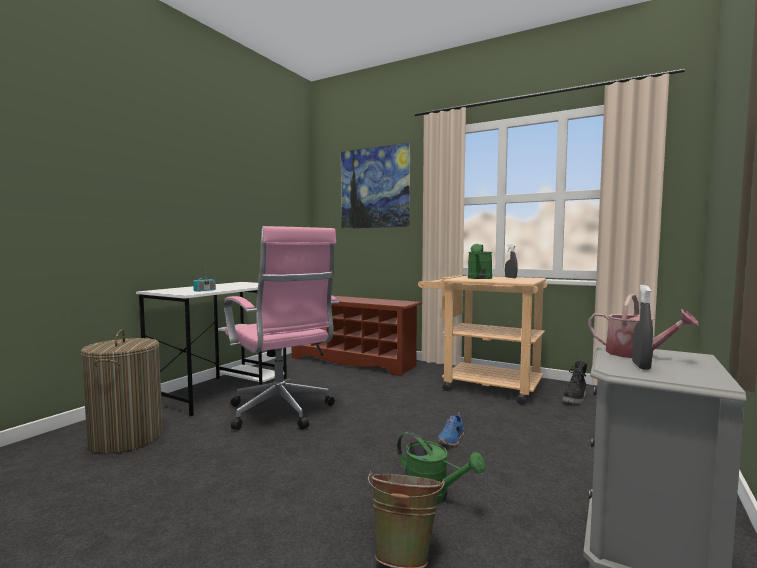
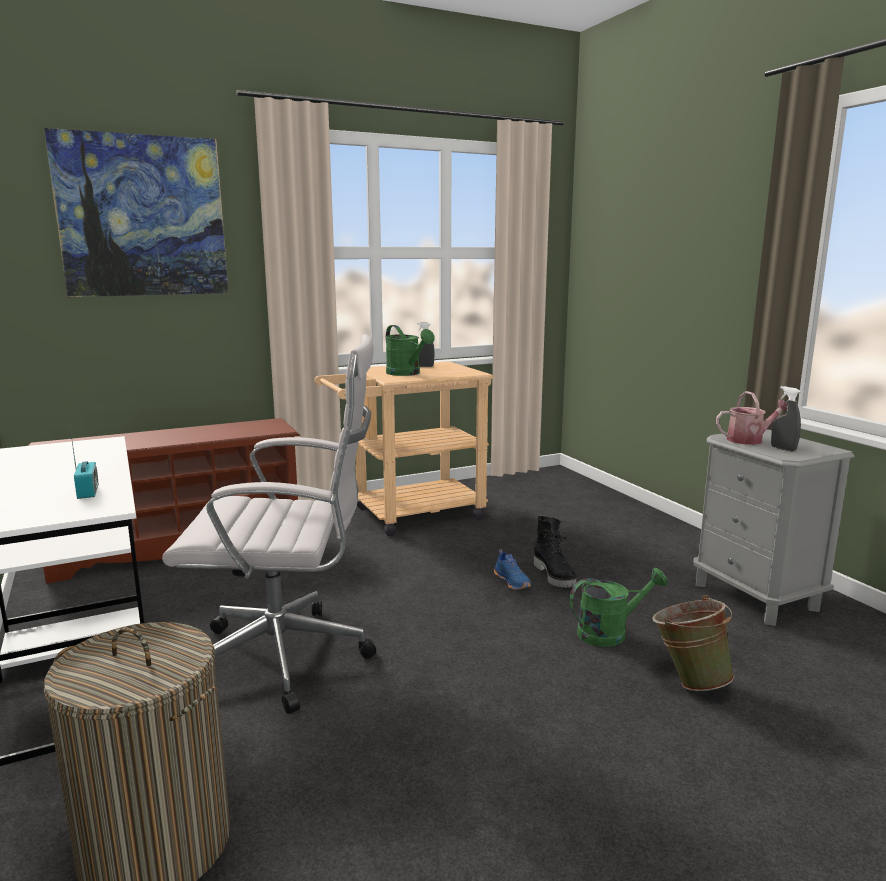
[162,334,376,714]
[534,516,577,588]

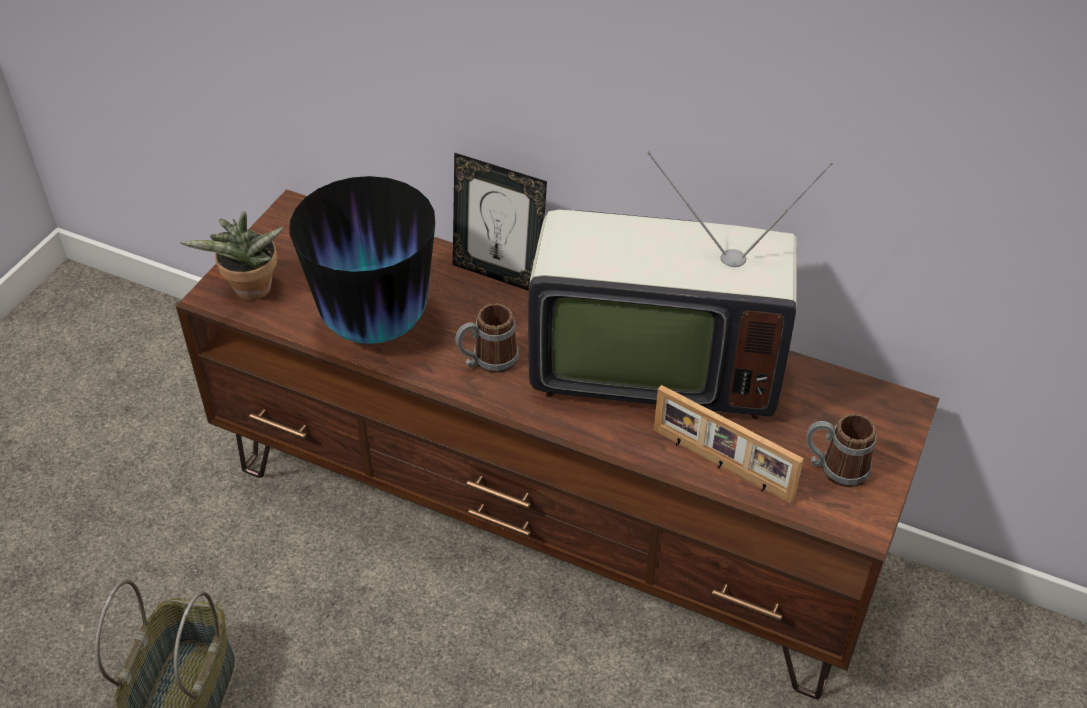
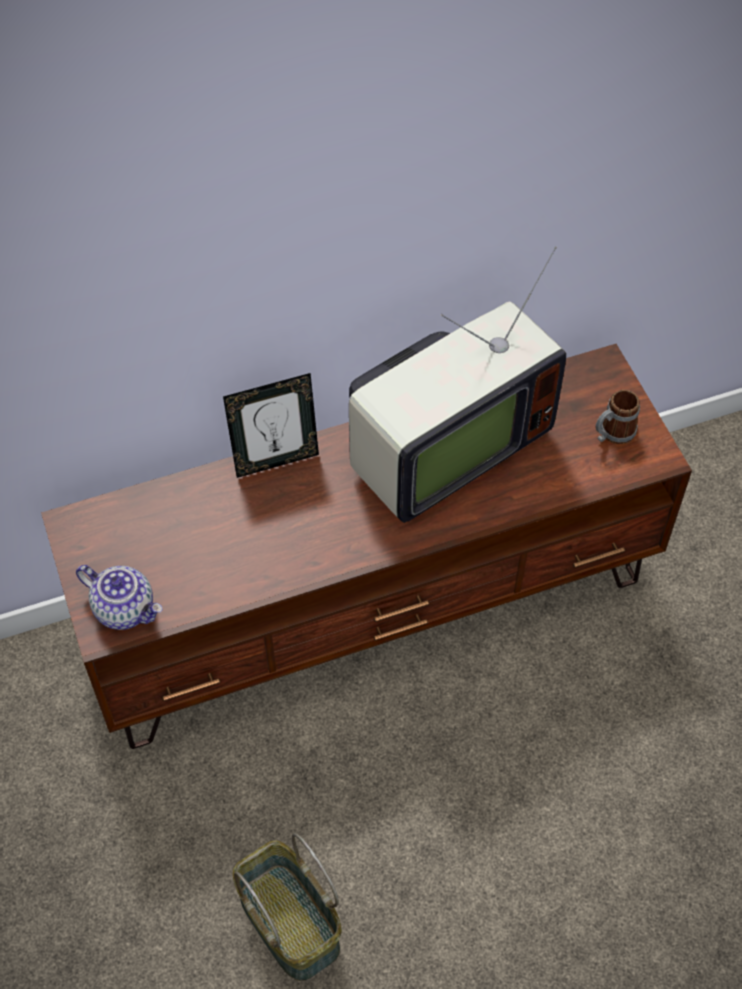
[76,565,163,630]
[289,176,435,344] (first image)
[455,304,519,373] (first image)
[654,385,804,504] (first image)

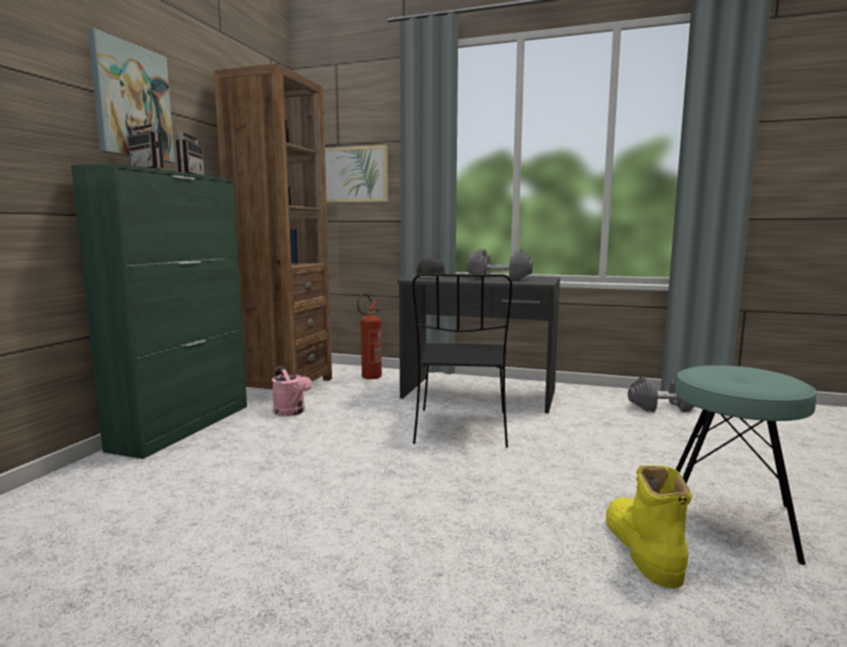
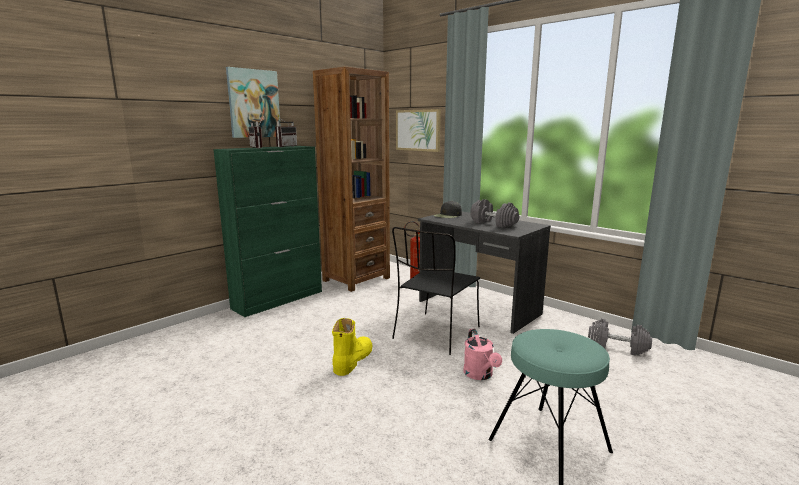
[463,329,502,380]
[332,318,373,376]

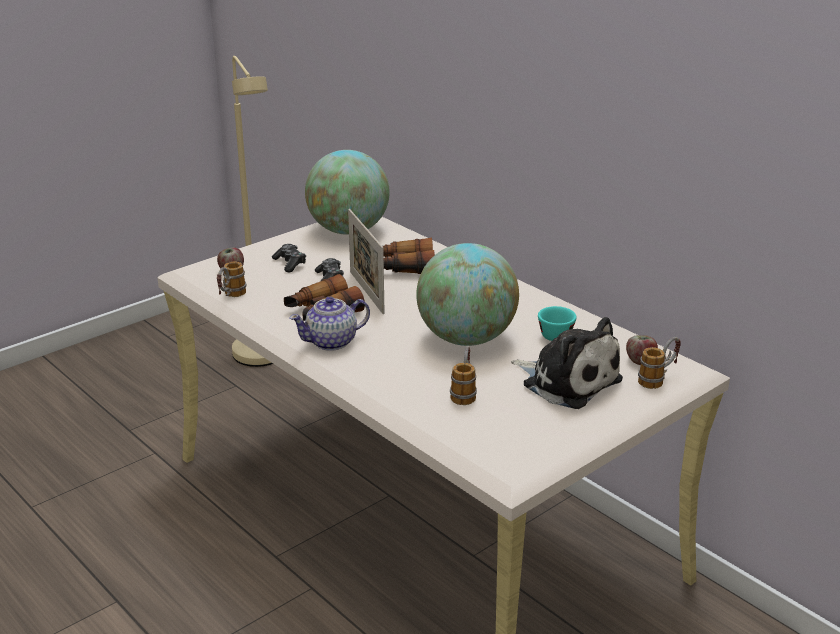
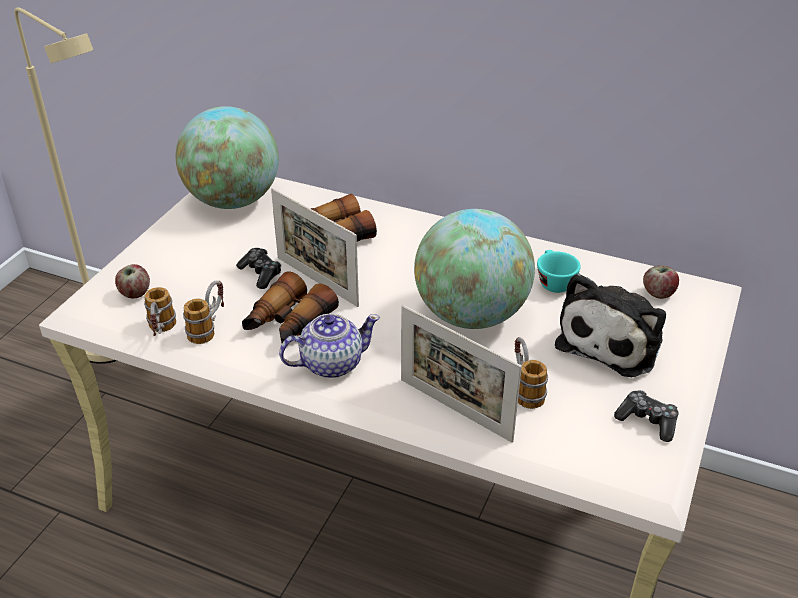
[614,390,679,442]
[279,313,380,378]
[555,273,666,377]
[183,281,224,344]
[401,305,522,443]

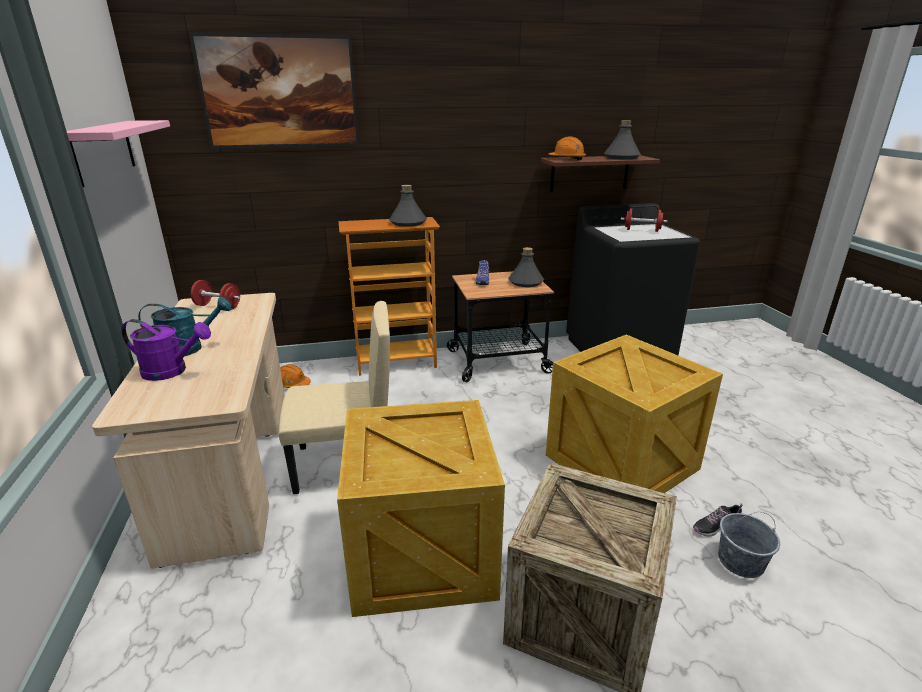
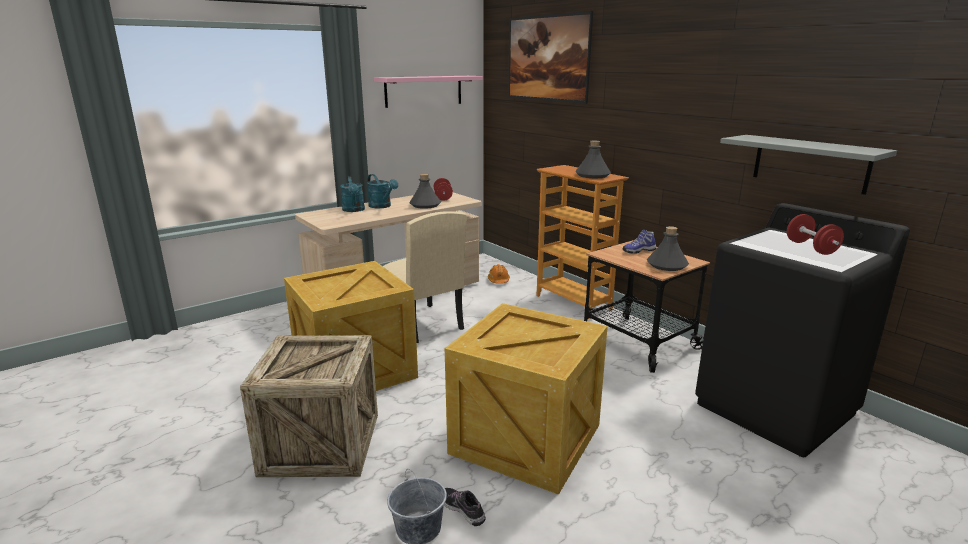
[340,176,365,212]
[720,135,897,195]
[548,136,586,160] (first image)
[409,174,441,209]

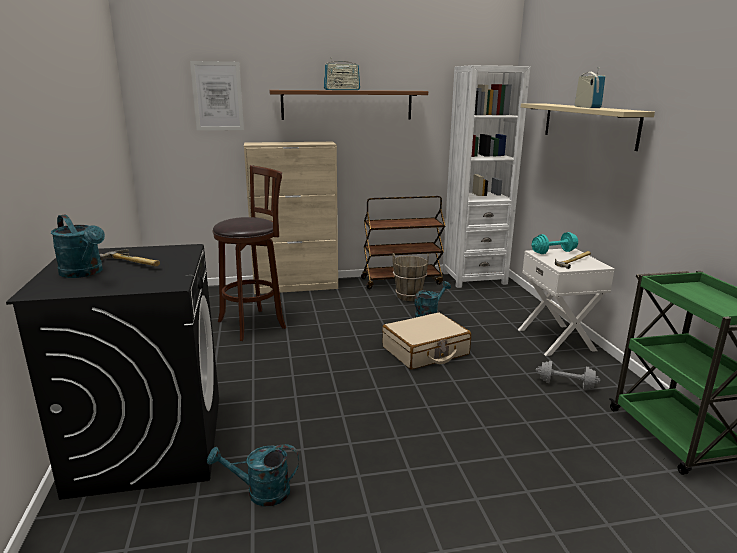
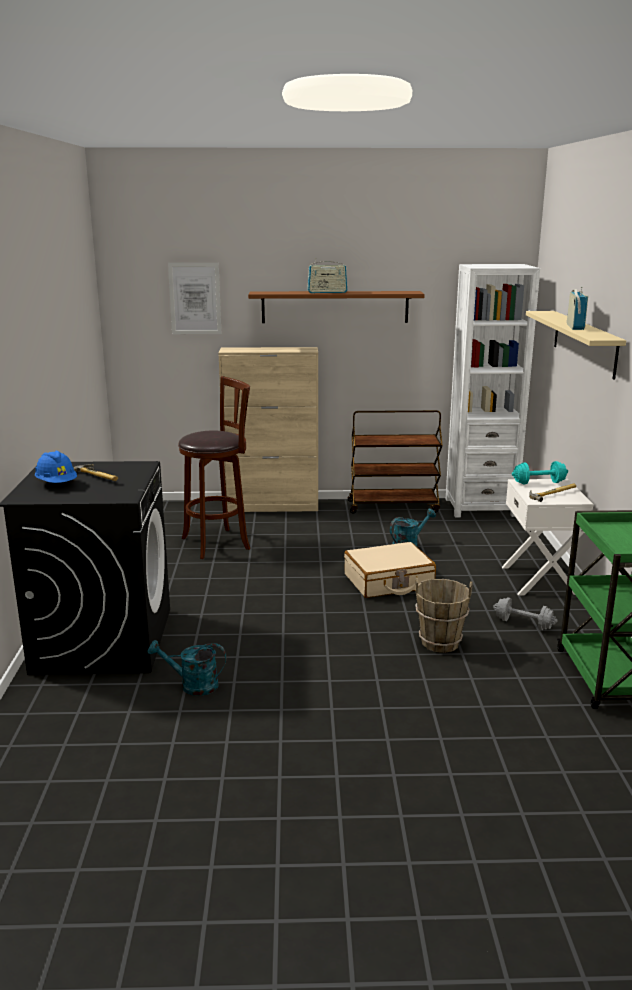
[35,451,77,483]
[415,577,473,653]

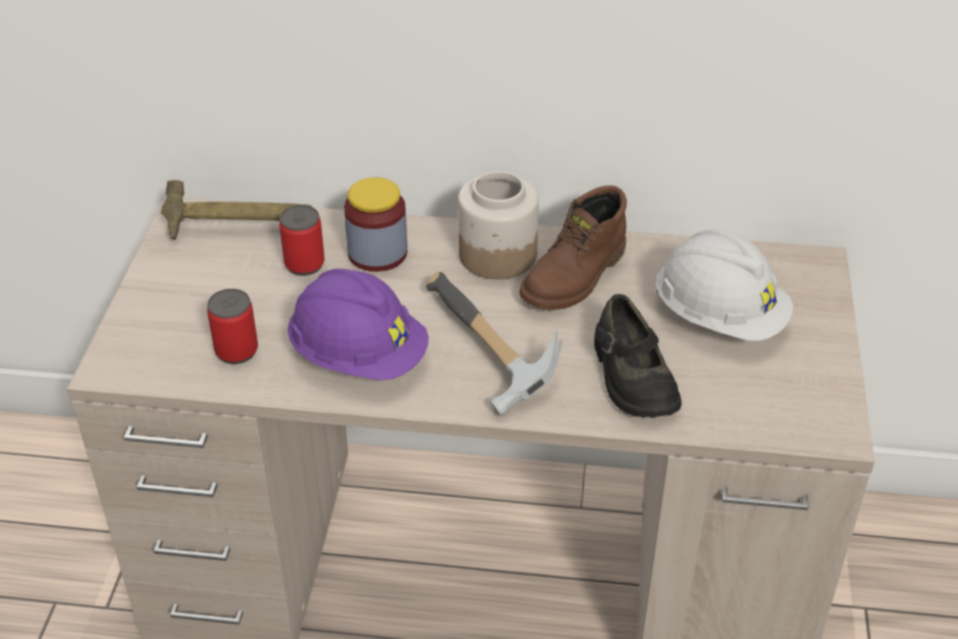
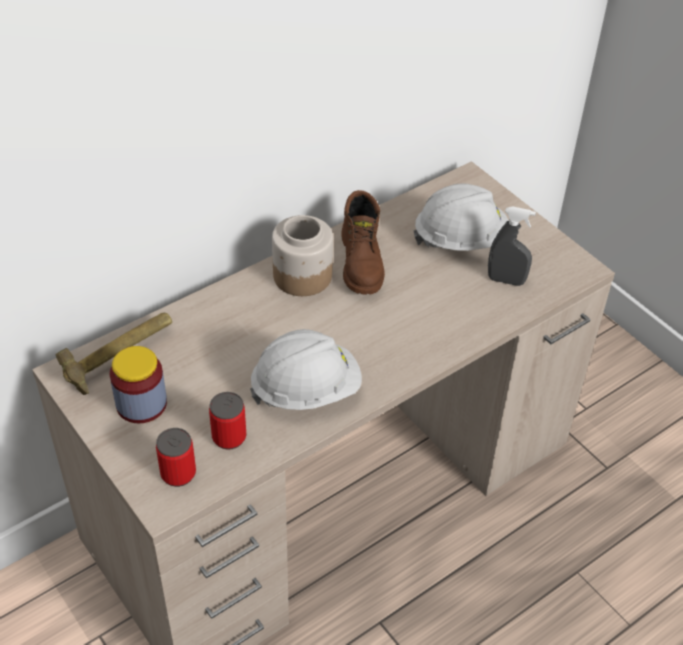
[156,428,196,487]
[250,329,362,410]
[110,346,167,424]
[426,272,562,416] (first image)
[594,294,682,418] (first image)
[488,206,536,286]

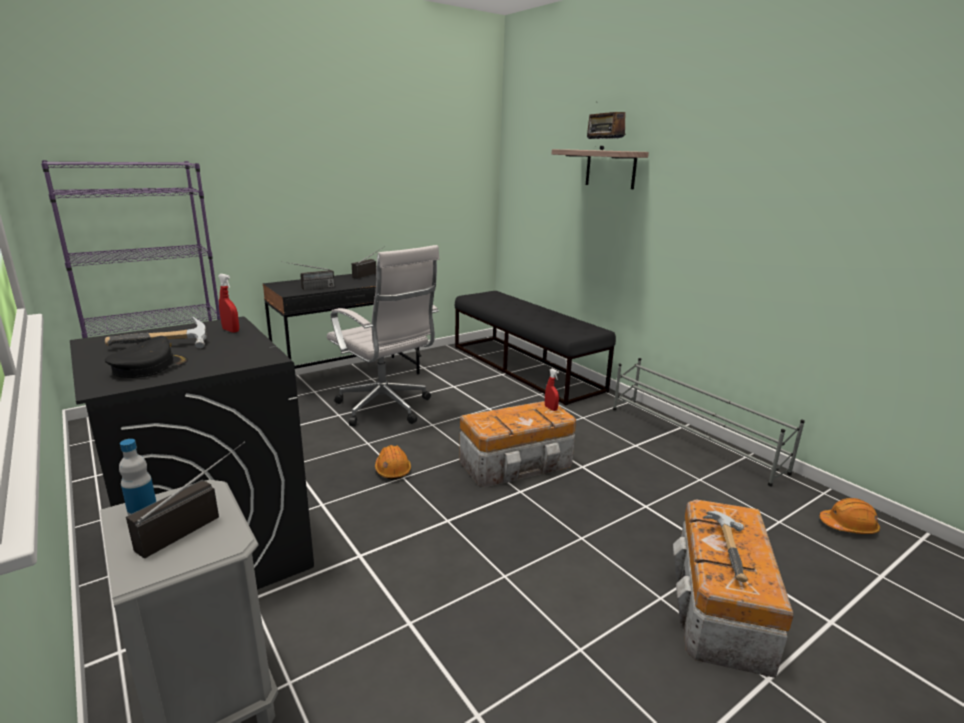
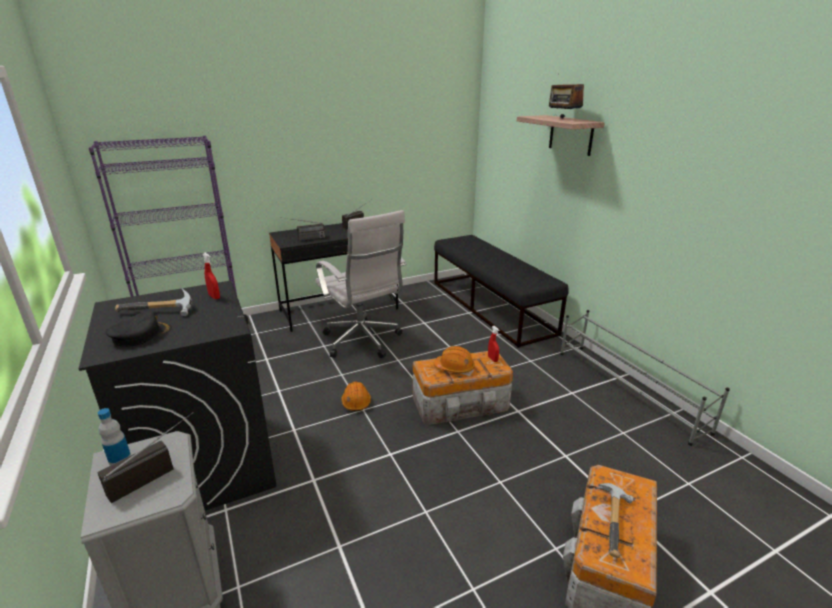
[434,346,475,373]

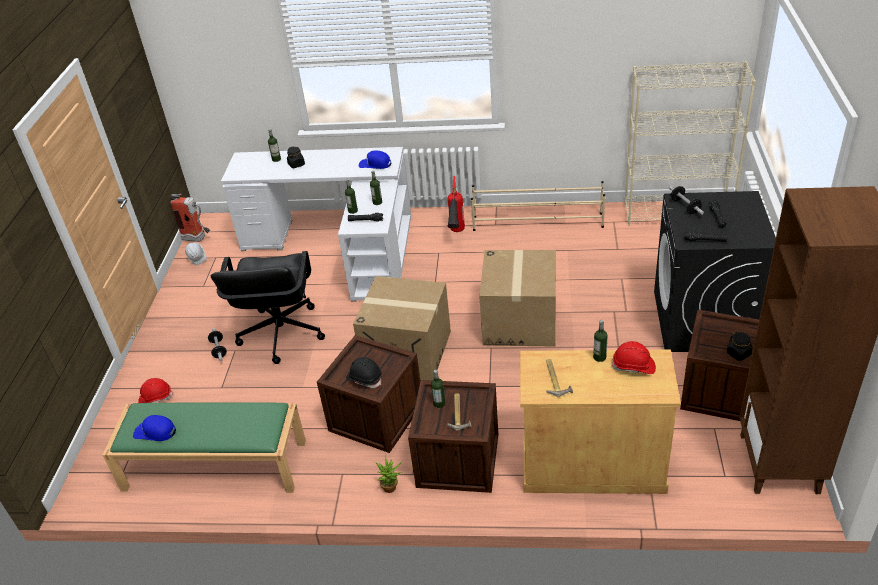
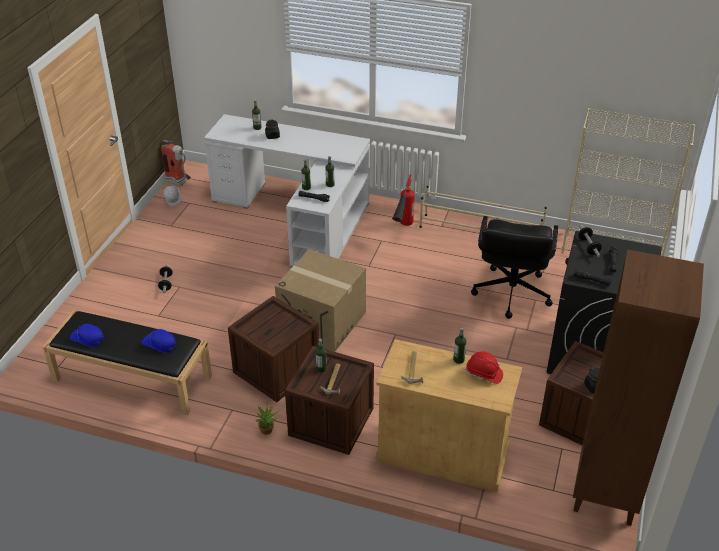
[42,311,212,415]
[138,378,173,403] (first image)
[471,216,558,319]
[346,357,382,388] (first image)
[142,329,177,353]
[479,250,556,347] (first image)

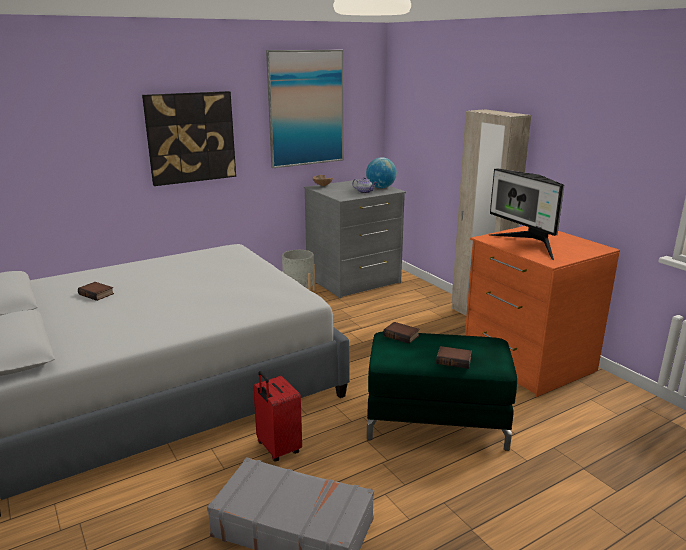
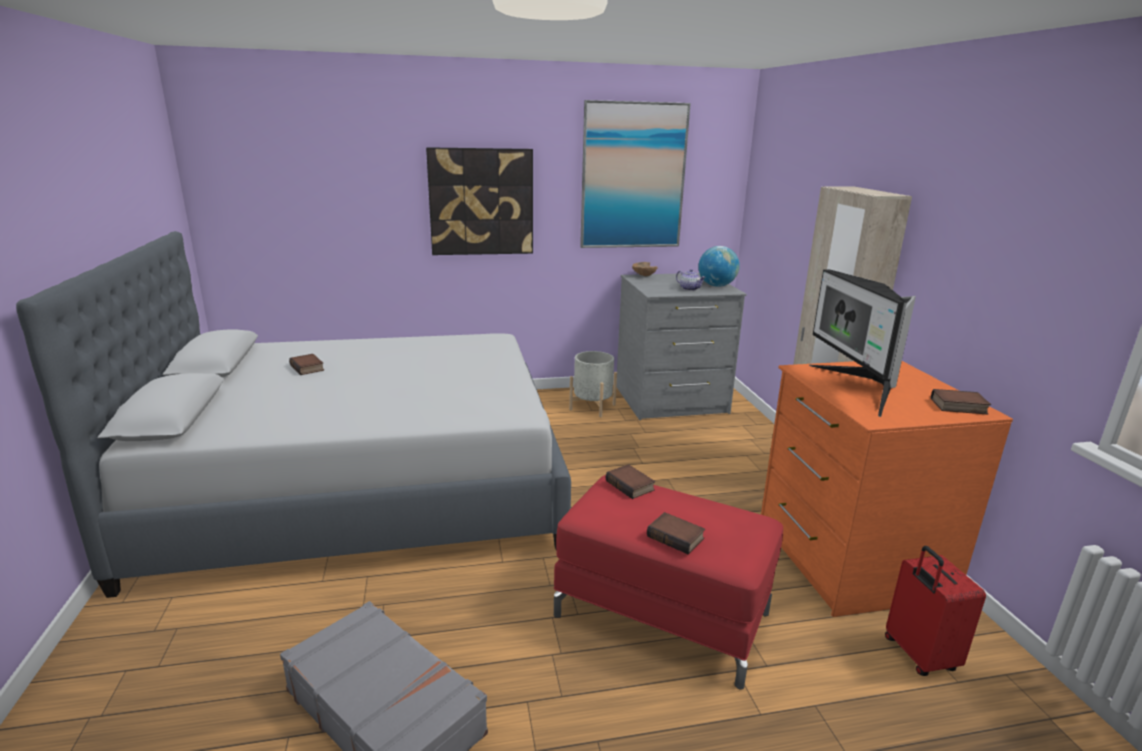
[885,546,986,676]
[554,475,783,690]
[931,389,991,415]

